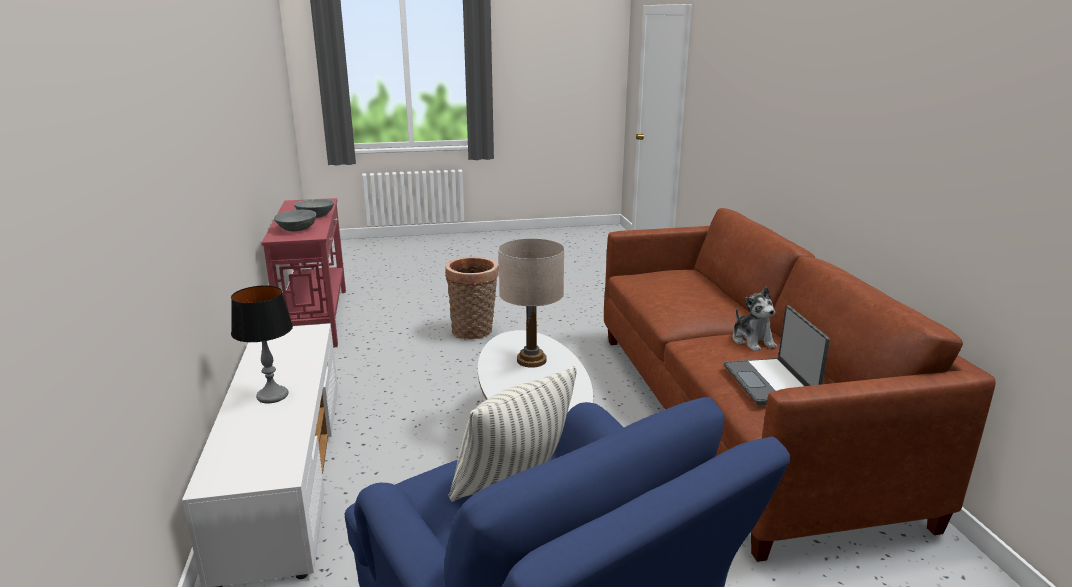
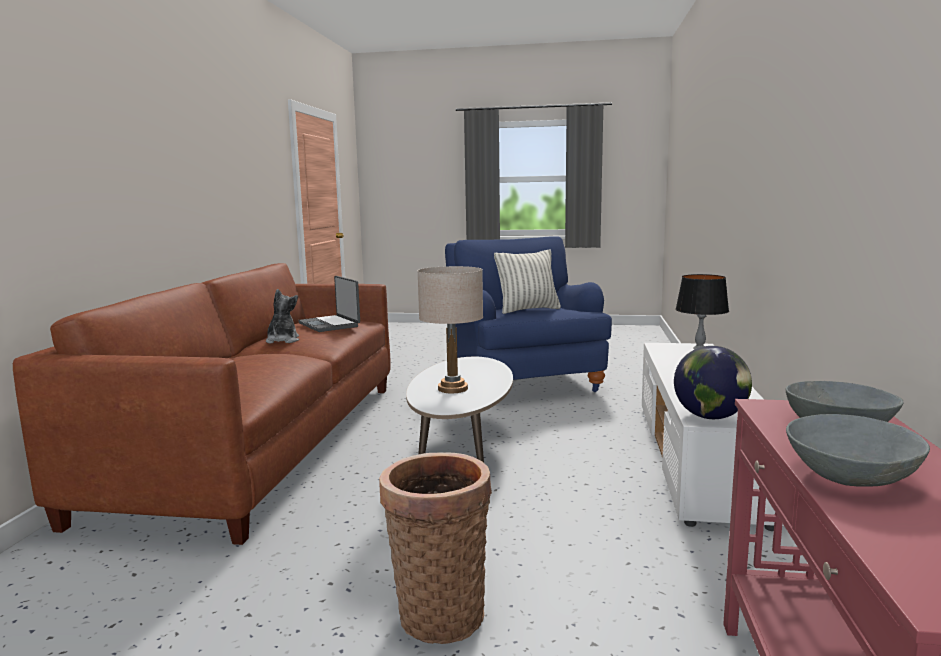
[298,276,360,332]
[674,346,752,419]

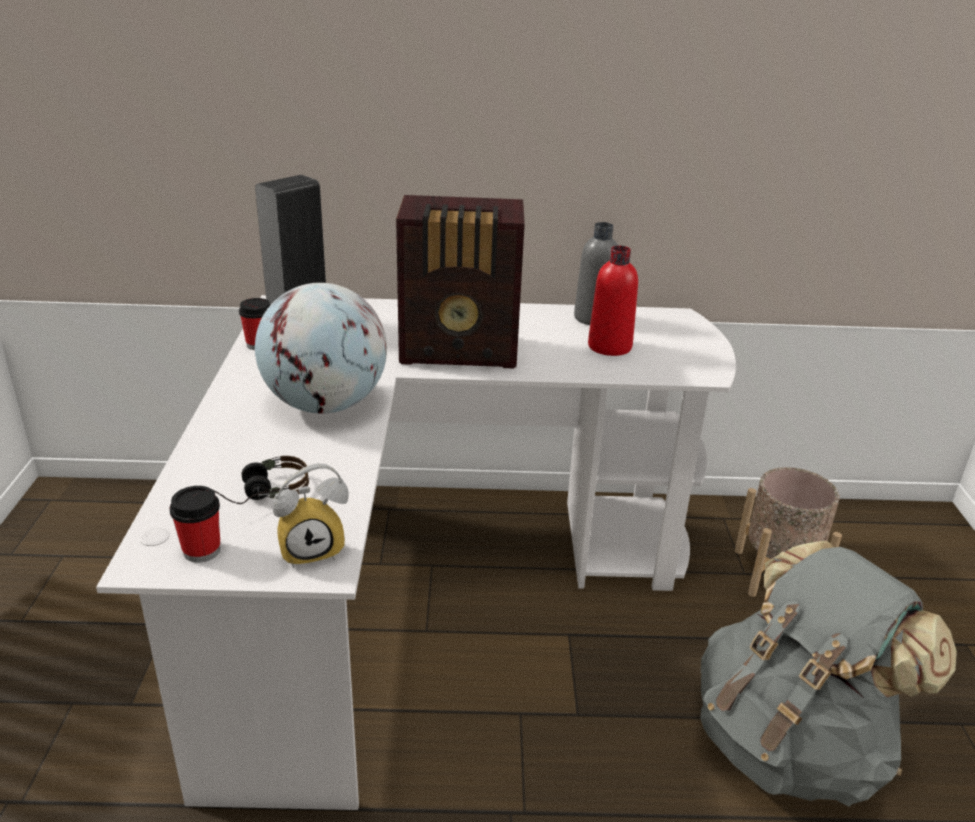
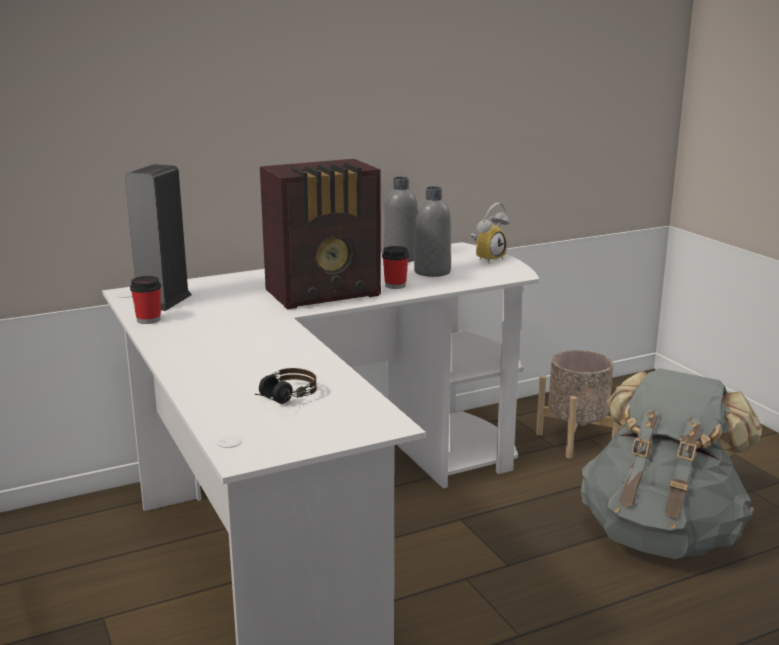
[382,246,409,289]
[255,283,387,414] (first image)
[470,202,509,264]
[414,186,451,277]

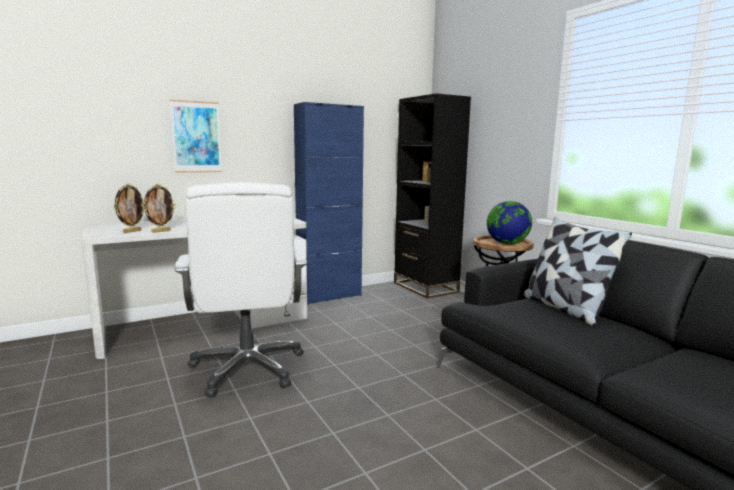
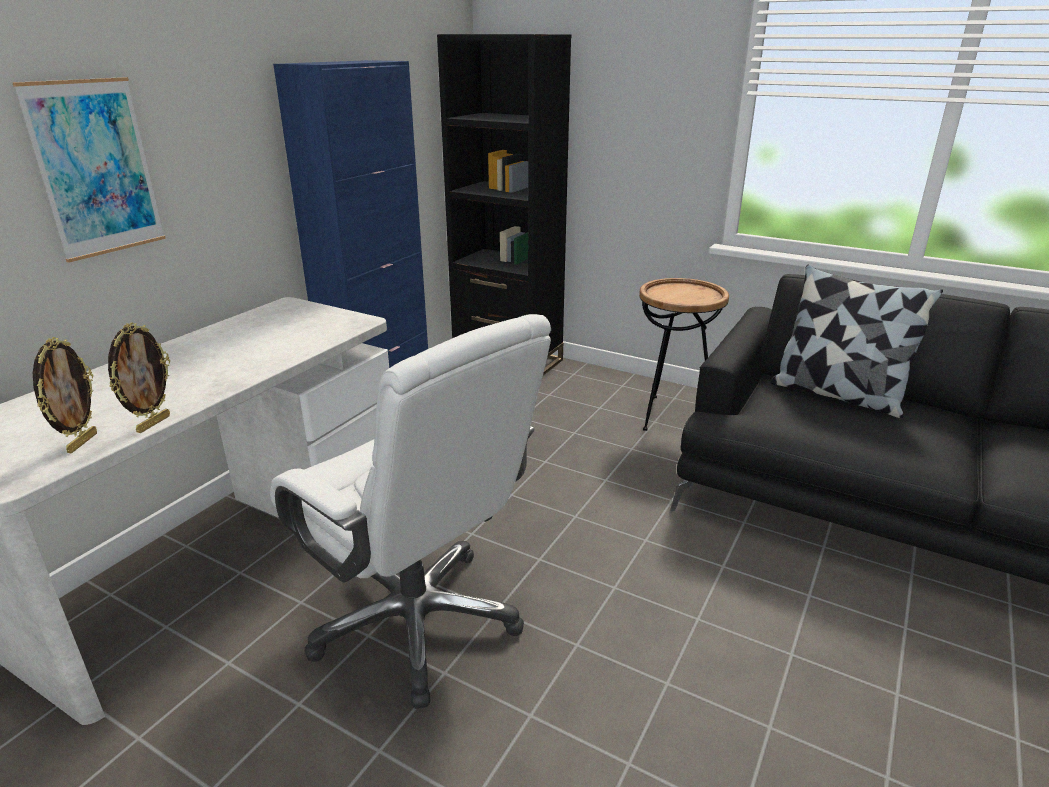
[487,201,532,245] (first image)

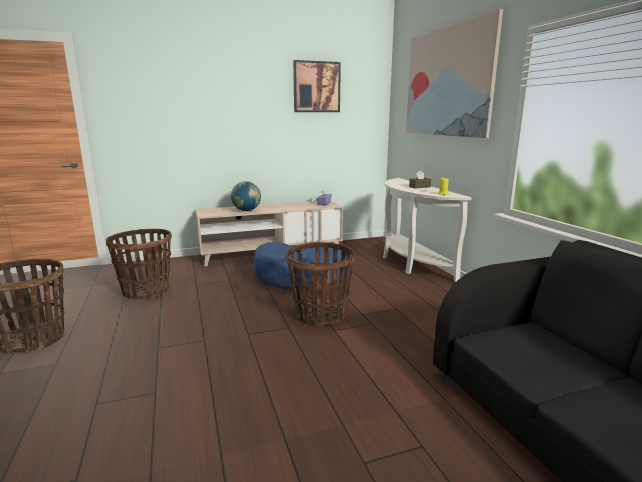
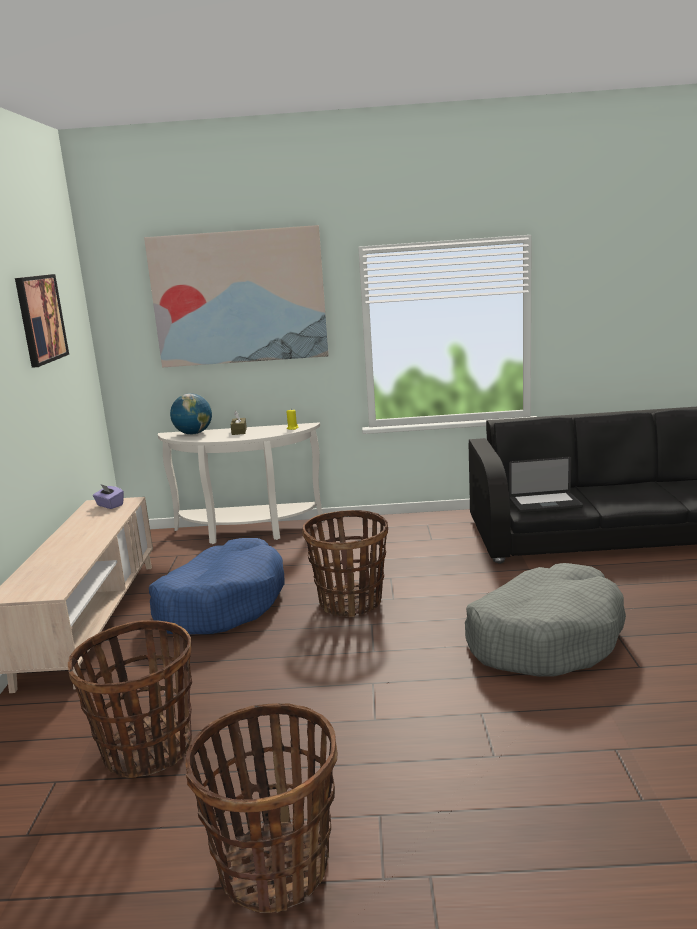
[170,393,212,434]
[465,563,626,677]
[509,457,583,513]

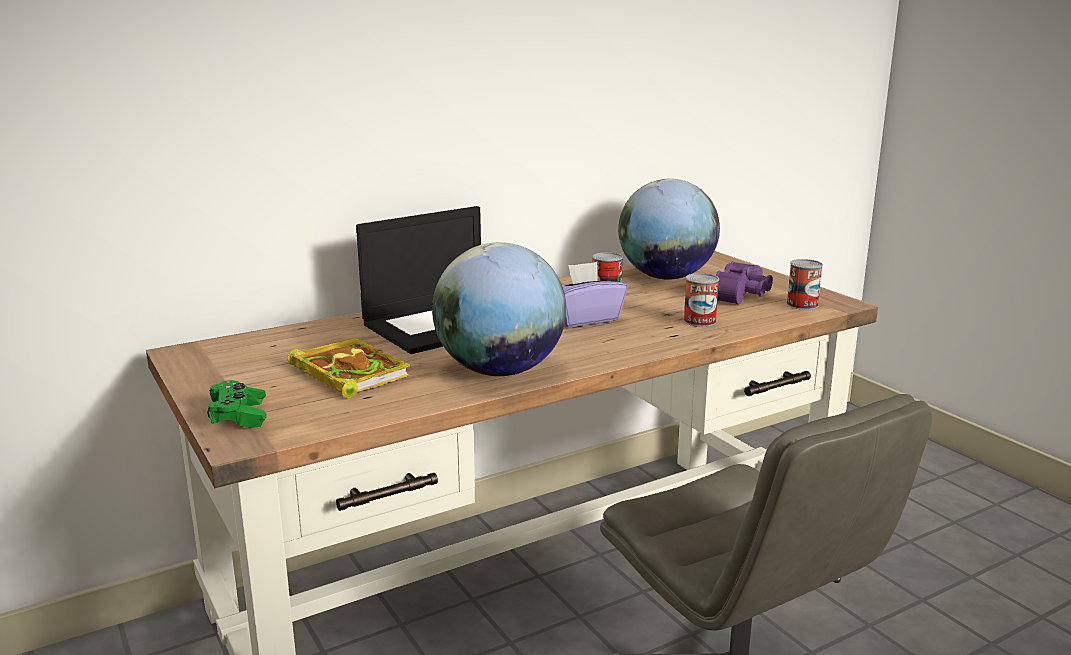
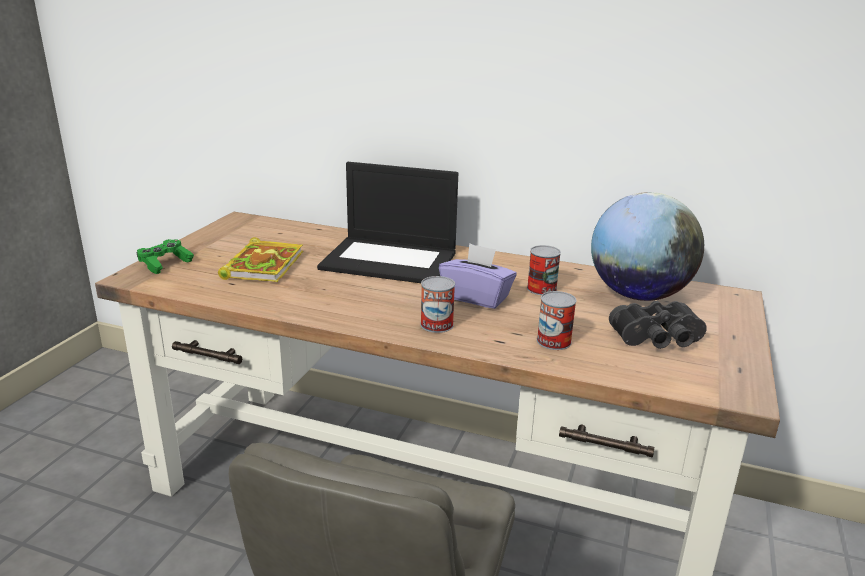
[432,242,566,376] (first image)
[609,301,707,349]
[420,276,455,333]

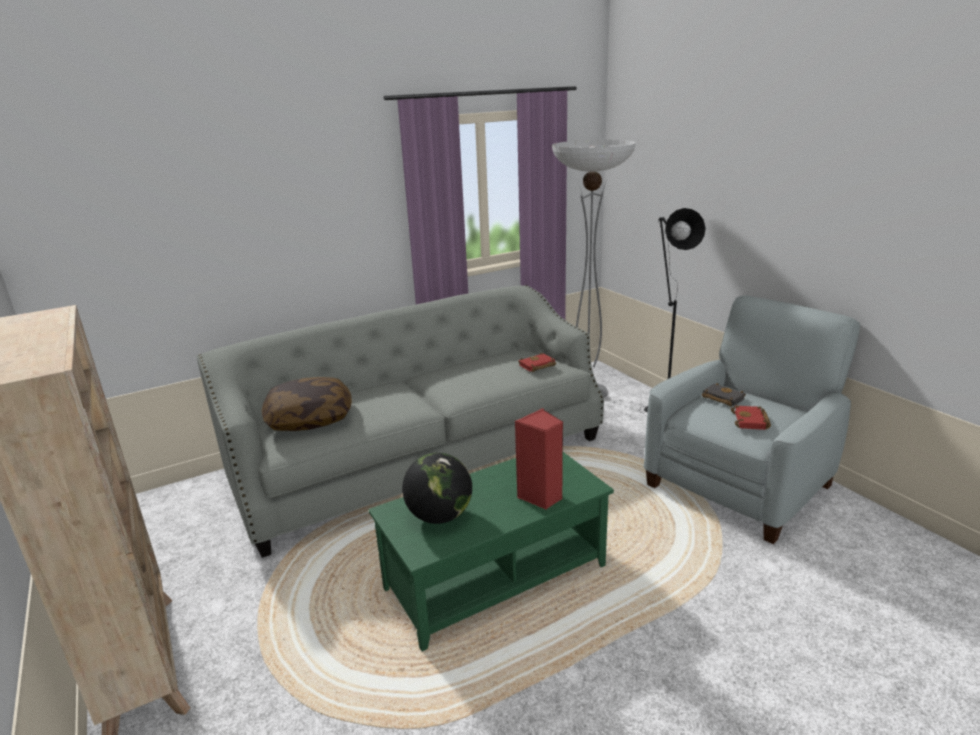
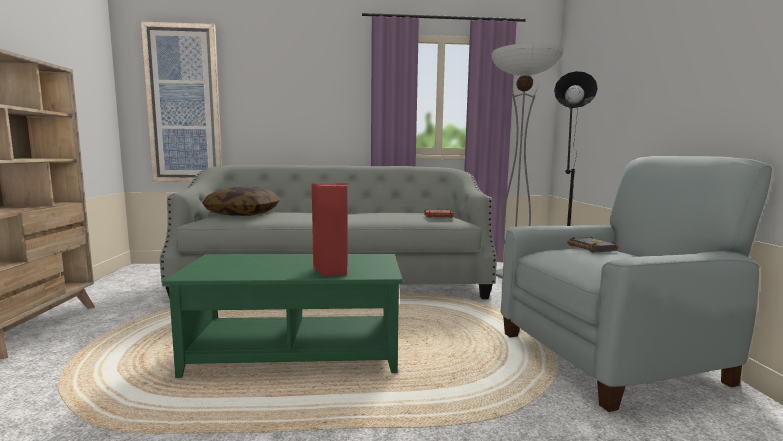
[402,453,472,524] (first image)
[731,405,771,430] (first image)
[141,21,222,182]

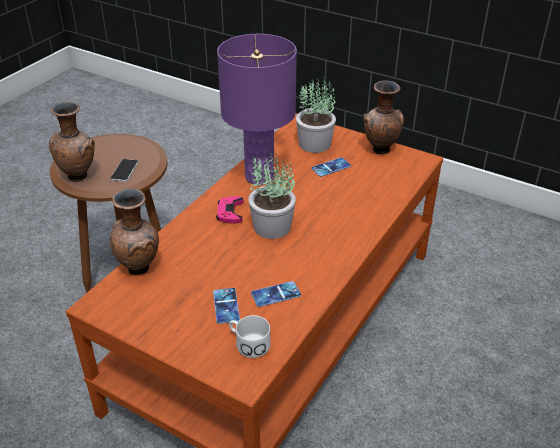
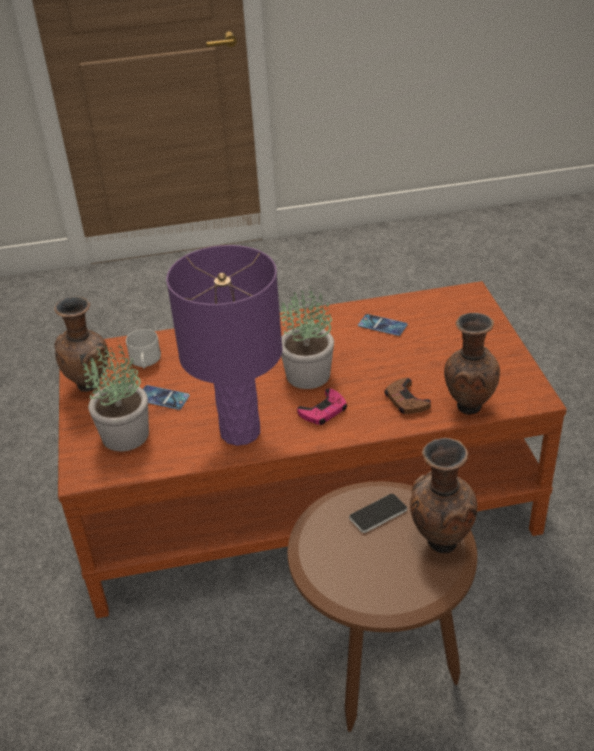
[213,288,240,324] (first image)
[126,329,161,368]
[384,378,431,414]

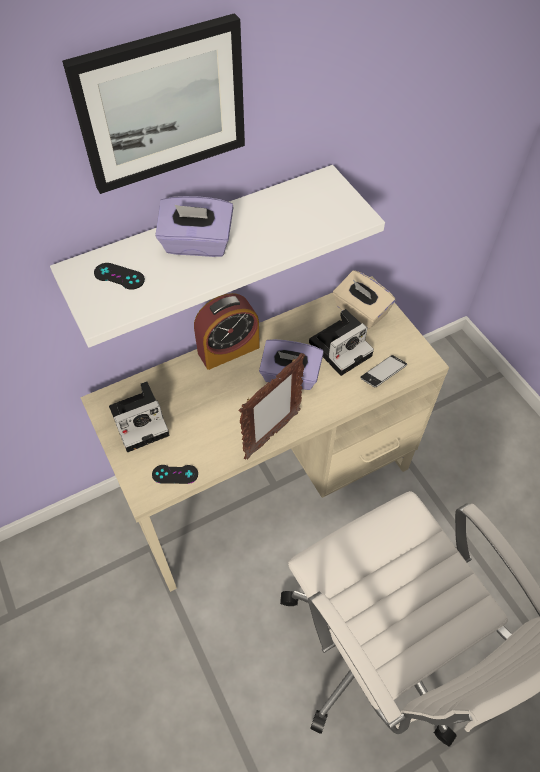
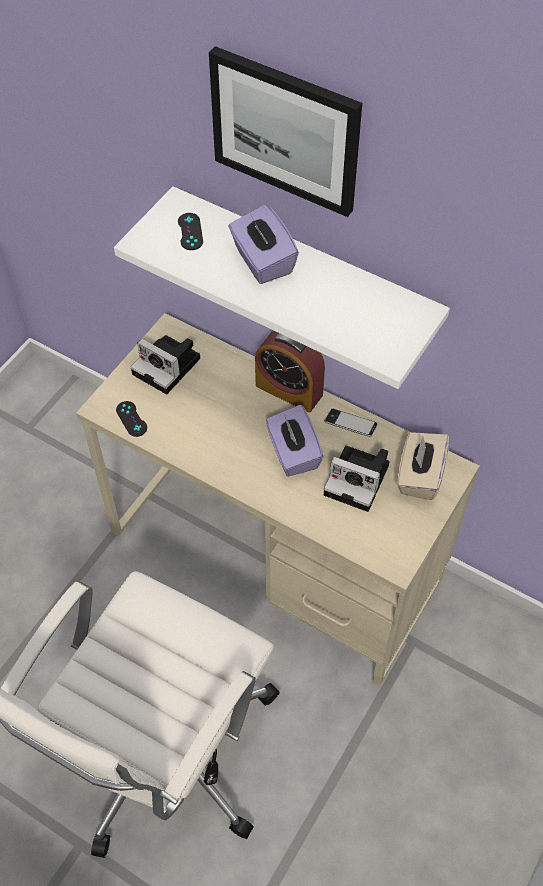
[239,353,305,460] (first image)
[325,409,378,437]

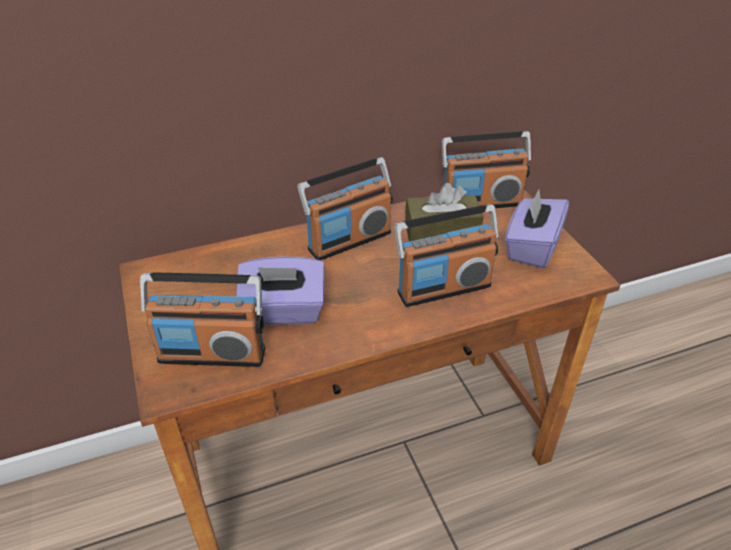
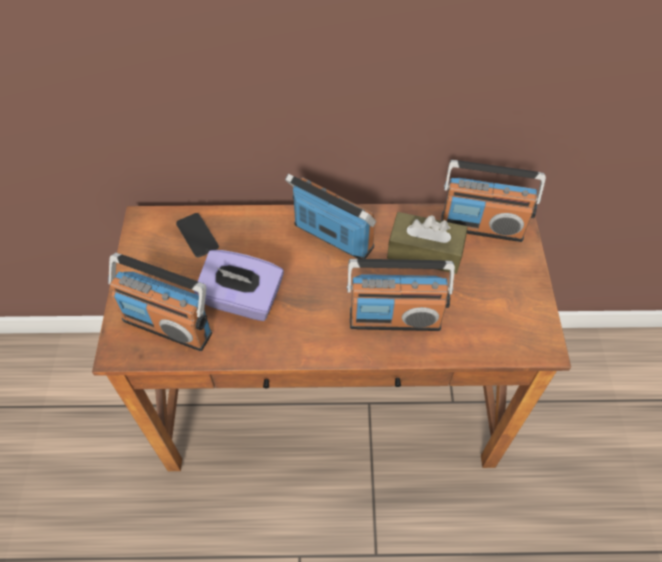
[285,174,376,259]
[505,189,569,268] (first image)
[176,213,219,257]

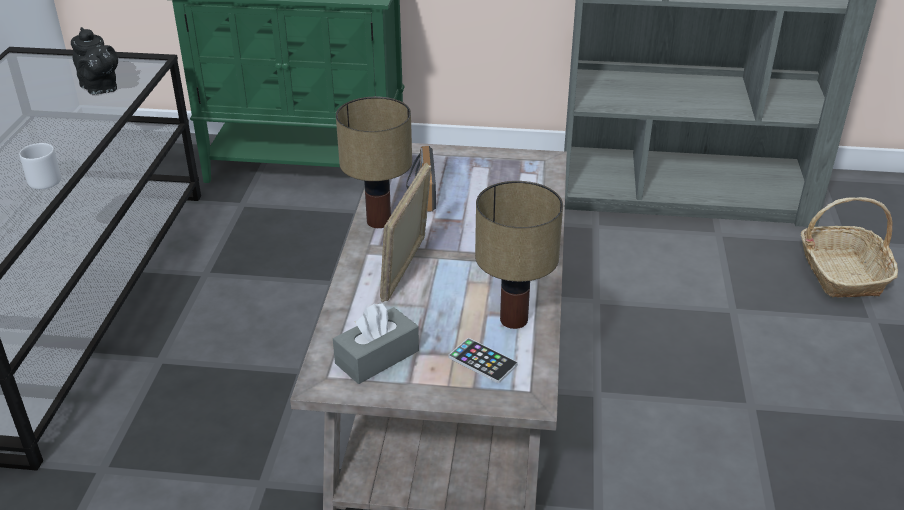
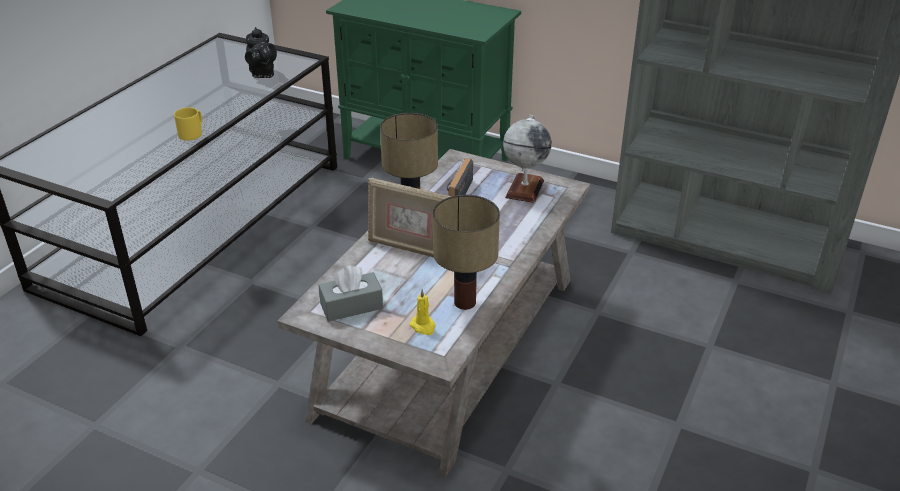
[174,107,202,141]
[368,178,451,257]
[410,289,436,335]
[801,197,898,298] (first image)
[503,115,552,203]

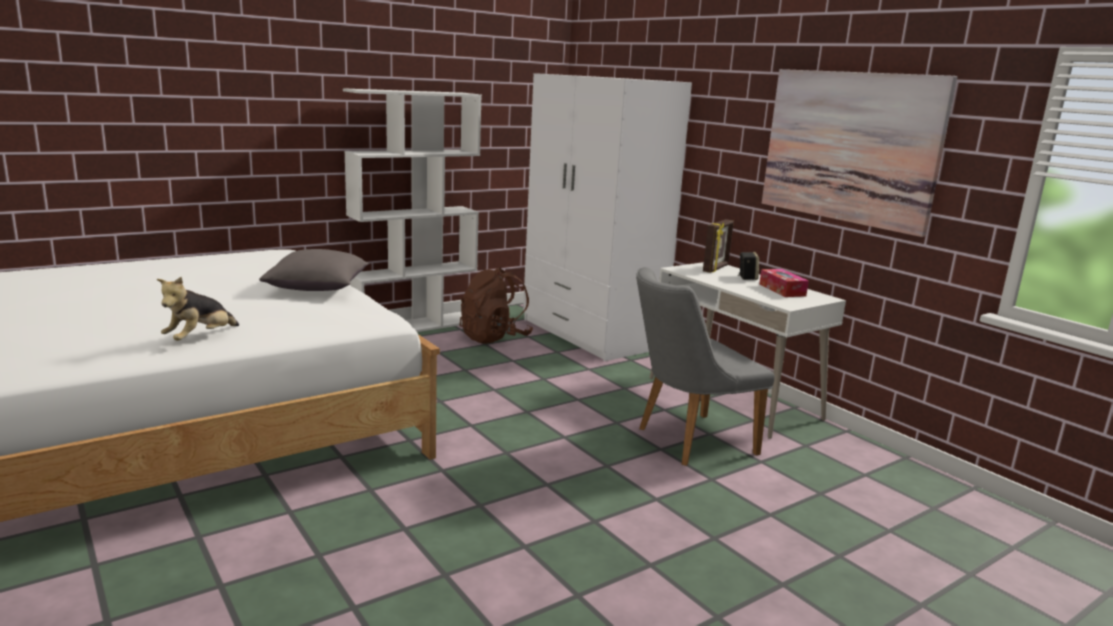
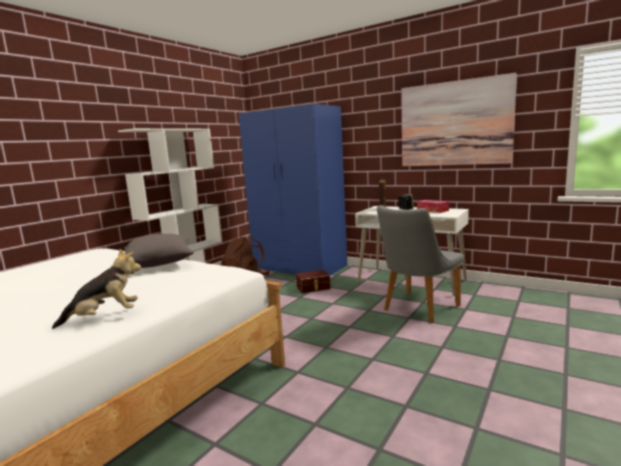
[52,249,141,329]
[239,104,347,275]
[296,270,331,293]

